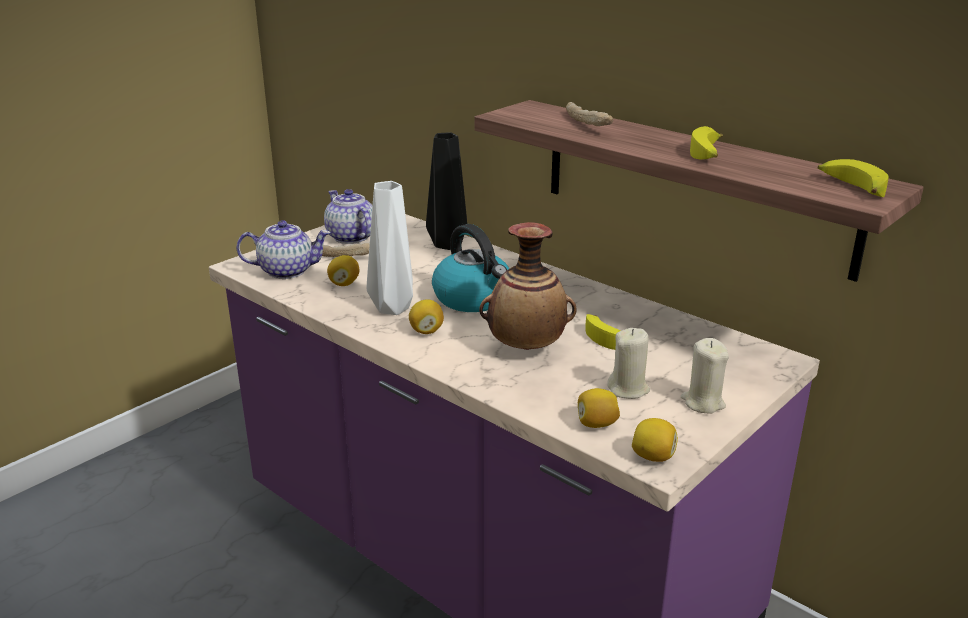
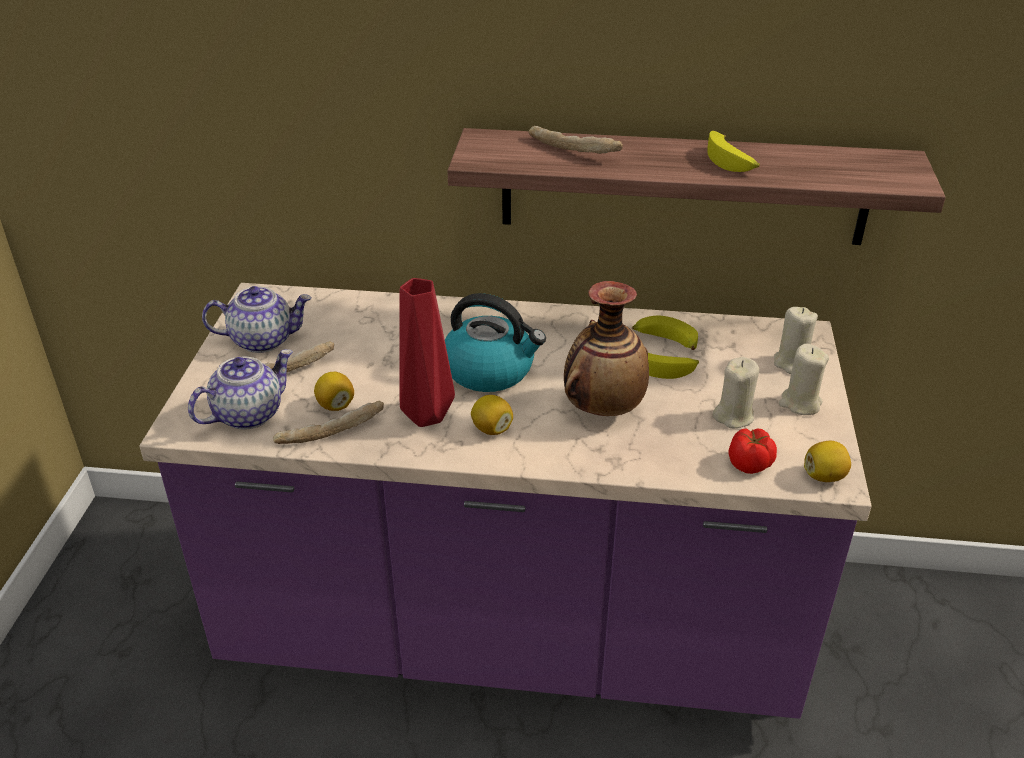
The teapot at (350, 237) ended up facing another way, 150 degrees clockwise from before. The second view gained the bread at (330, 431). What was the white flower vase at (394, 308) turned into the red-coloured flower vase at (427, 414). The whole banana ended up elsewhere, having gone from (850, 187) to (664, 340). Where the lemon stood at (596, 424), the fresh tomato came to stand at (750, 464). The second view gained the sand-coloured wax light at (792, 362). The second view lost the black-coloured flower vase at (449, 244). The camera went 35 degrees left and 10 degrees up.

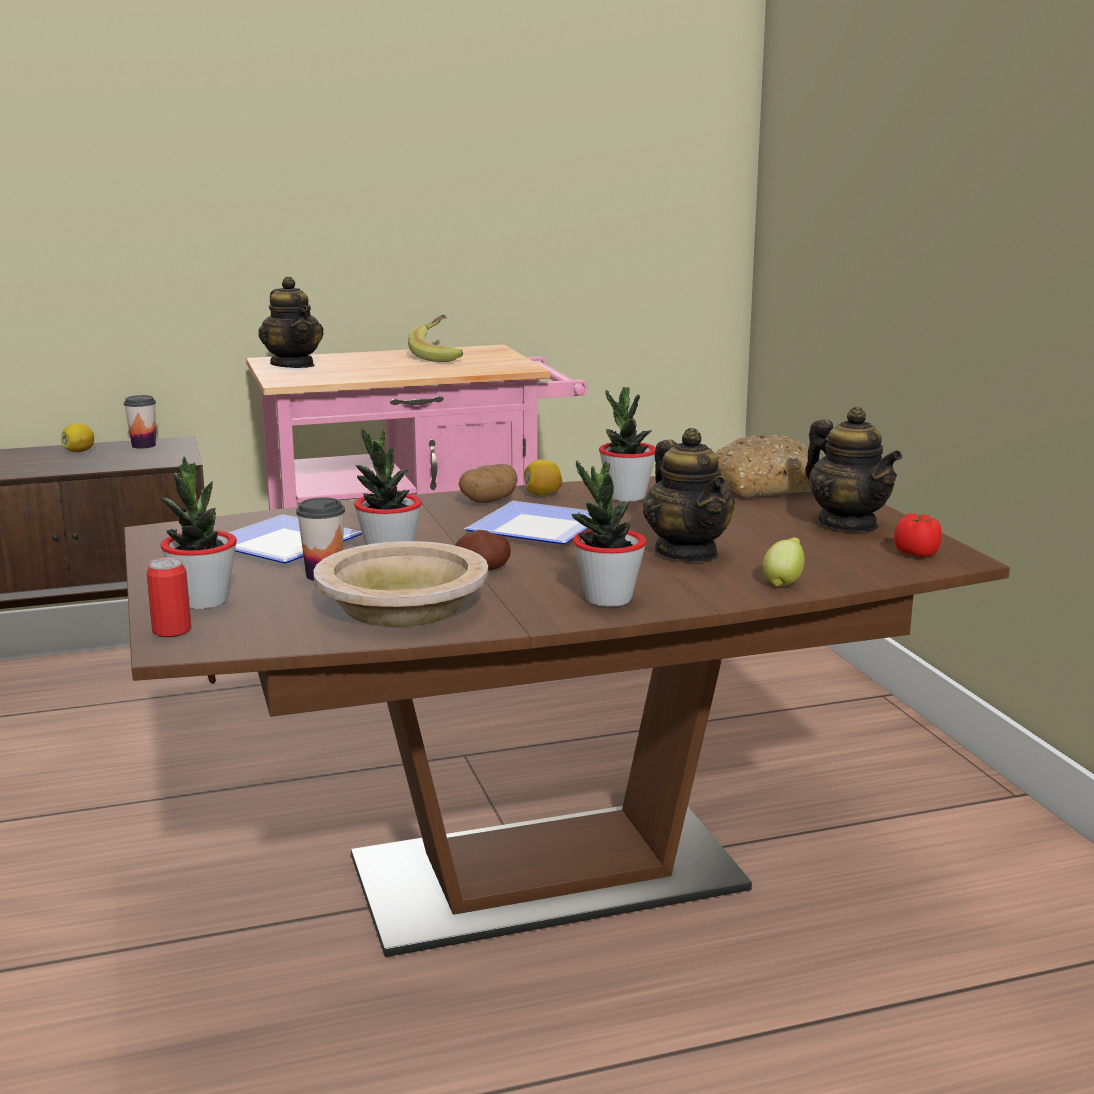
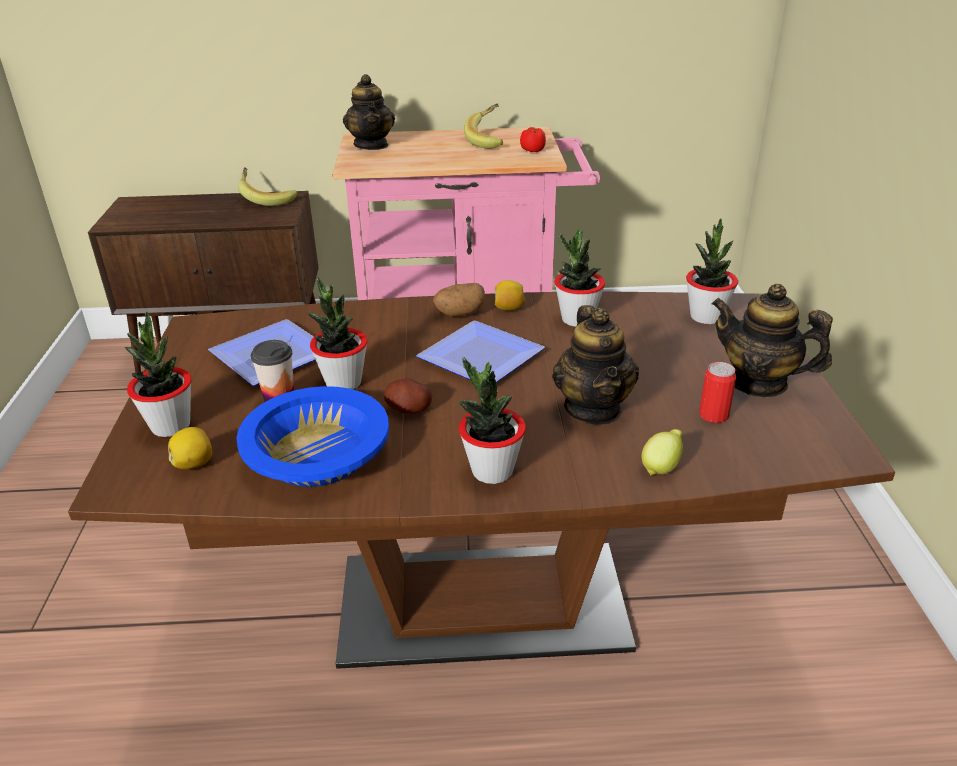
The lemon ended up elsewhere, having gone from (79, 451) to (194, 463). What was the sand-coloured bowl at (402, 605) turned into the bluish bowl at (317, 455). Where the small cup stood at (144, 445), the whole banana came to stand at (267, 199). The fresh tomato ended up elsewhere, having gone from (917, 553) to (533, 150). Where the bread stood at (766, 486), the plant in a pot came to stand at (706, 317). The sealed can ended up elsewhere, having gone from (171, 631) to (713, 415). The teapot at (848, 524) ended up facing another way, 135 degrees clockwise from before. The camera went 15 degrees right and 15 degrees up.

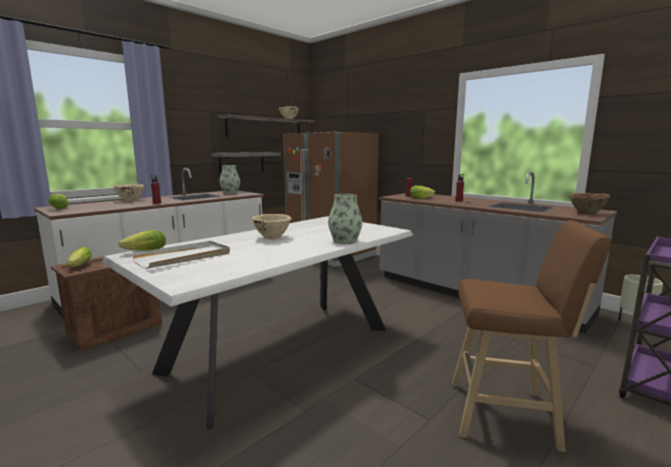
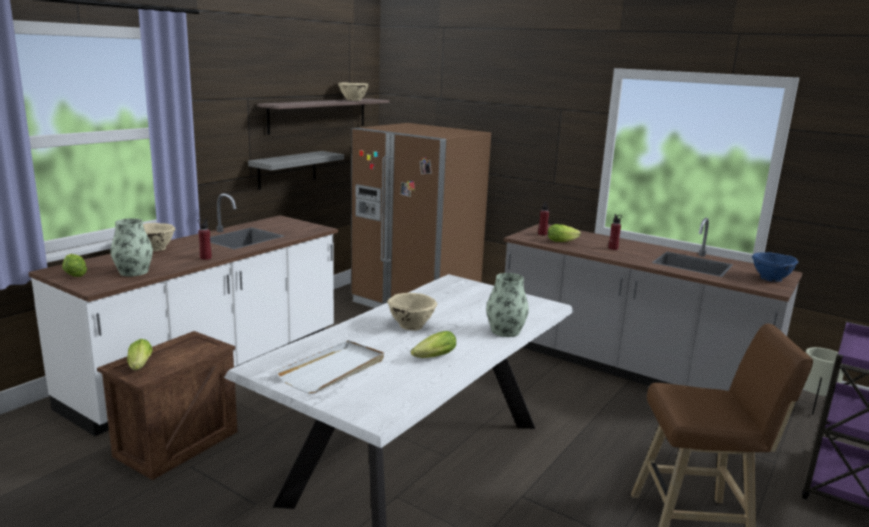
The flower vase ended up elsewhere, having gone from (230, 192) to (133, 272). The lettuce head ended up elsewhere, having gone from (143, 251) to (432, 358). What was the brown-coloured bowl at (586, 213) turned into the bluish bowl at (770, 279). The camera went 10 degrees left and 5 degrees up.

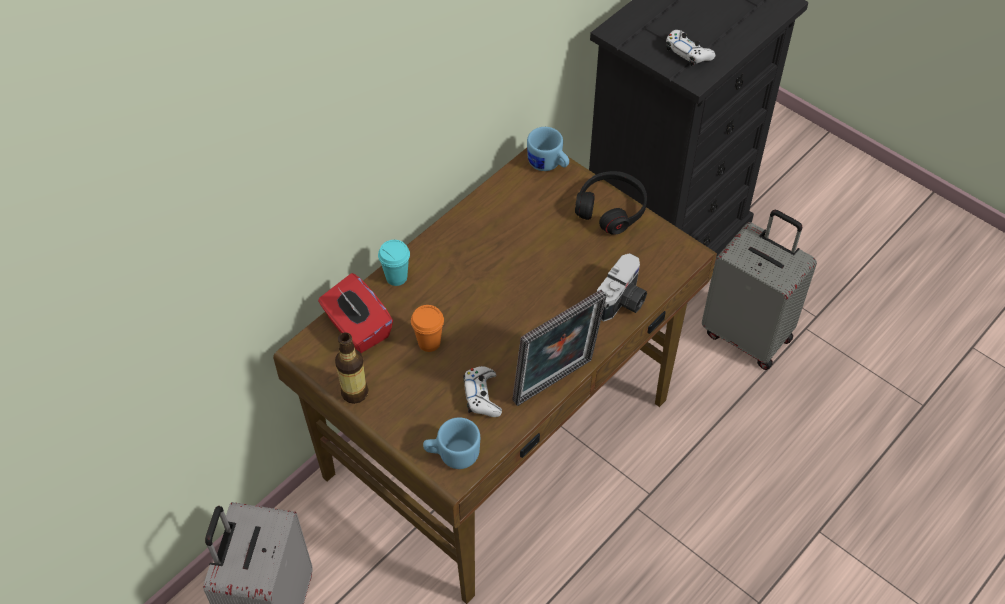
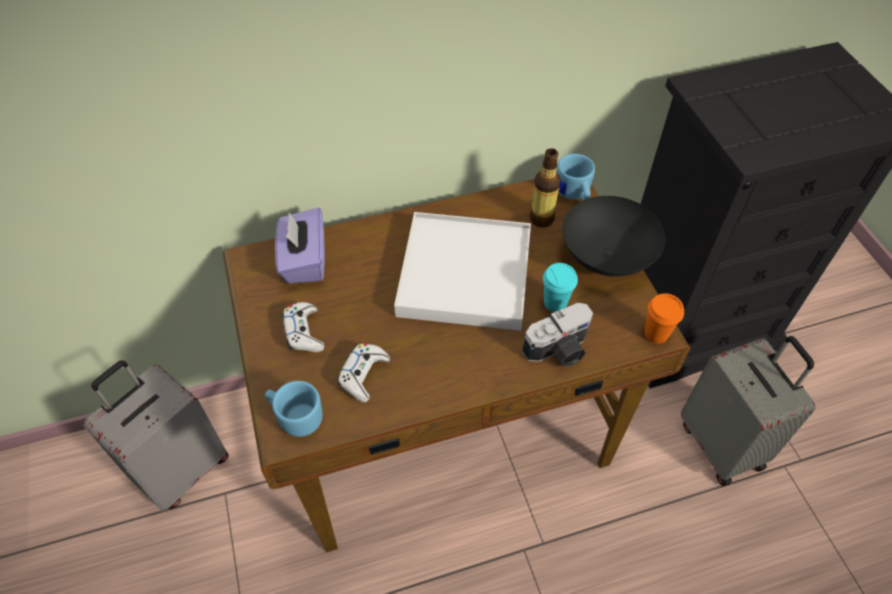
What was the red-coloured box of tissues at (357, 328) turned into the purple box of tissues at (304, 261). The white game controller ended up elsewhere, having gone from (688, 53) to (304, 332). The second view gained the white serving tray at (464, 275). The bottle ended up elsewhere, having gone from (354, 393) to (541, 219). The turquoise small cup ended up elsewhere, having gone from (396, 277) to (555, 303). Where the black-coloured pair of headphones stood at (611, 208), the black-coloured bowl came to stand at (607, 258). The orange small cup ended up elsewhere, having gone from (429, 342) to (656, 334). The second view lost the picture frame at (556, 384). The camera went 30 degrees right and 0 degrees up.

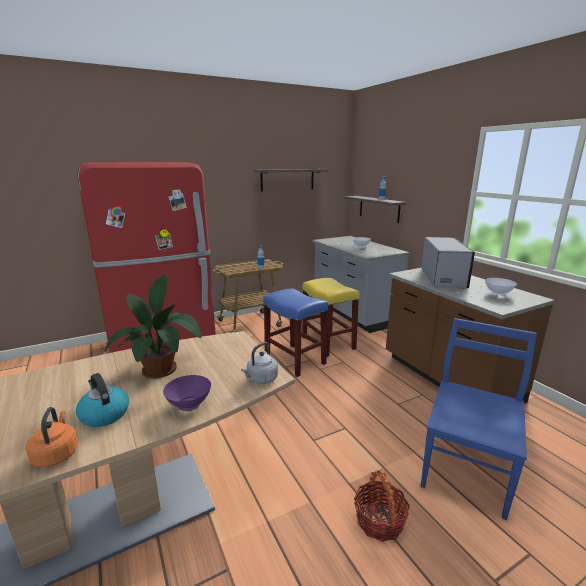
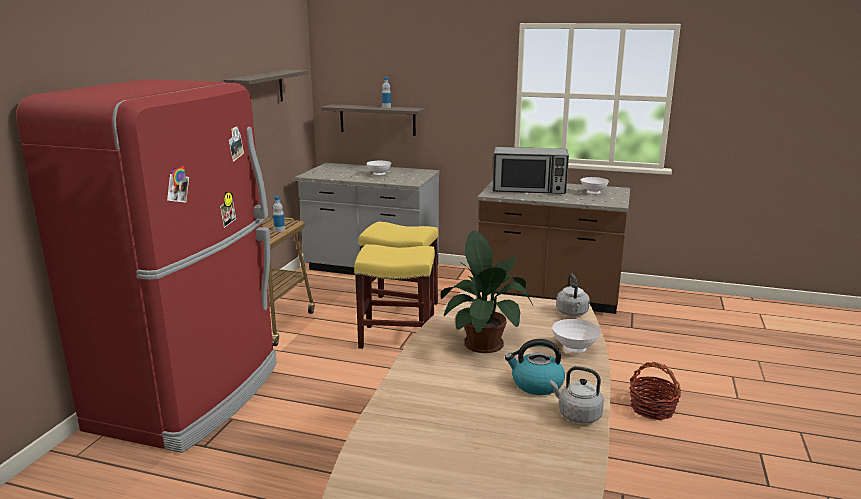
What was the bluish stool seat at (295, 360) turned into the yellow-coloured stool seat at (398, 338). The microwave oven at (443, 278) ended up facing another way, 135 degrees clockwise from before. What was the orange water kettle at (56, 454) turned into the grey water kettle at (577, 415). What was the purple bowl at (190, 406) turned into the white bowl at (575, 349). The second view lost the bluish plain chair at (466, 469). The camera went 45 degrees left and 0 degrees up.

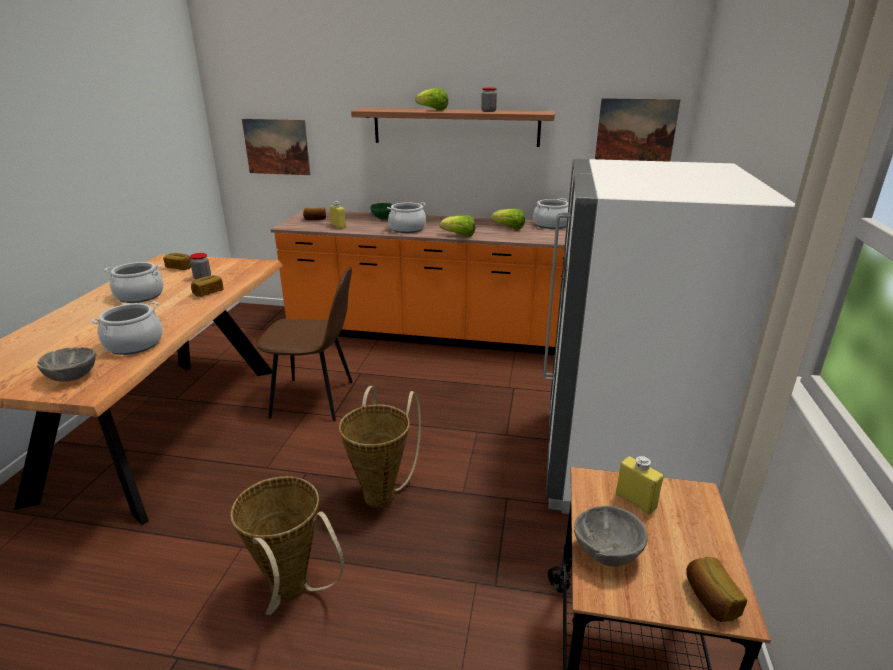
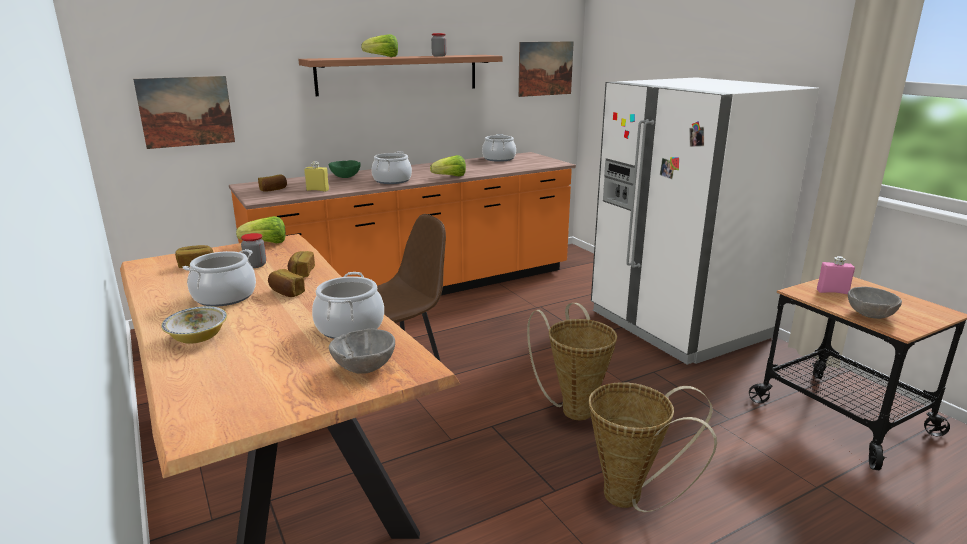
The second view gained the bowl at (198, 338). The lettuce head ended up elsewhere, having gone from (509, 228) to (266, 243). The bread ended up elsewhere, having gone from (709, 599) to (286, 292). What was the yellow-coloured bottle at (635, 501) turned into the pink bottle at (832, 292). The camera went 40 degrees left and 5 degrees down.

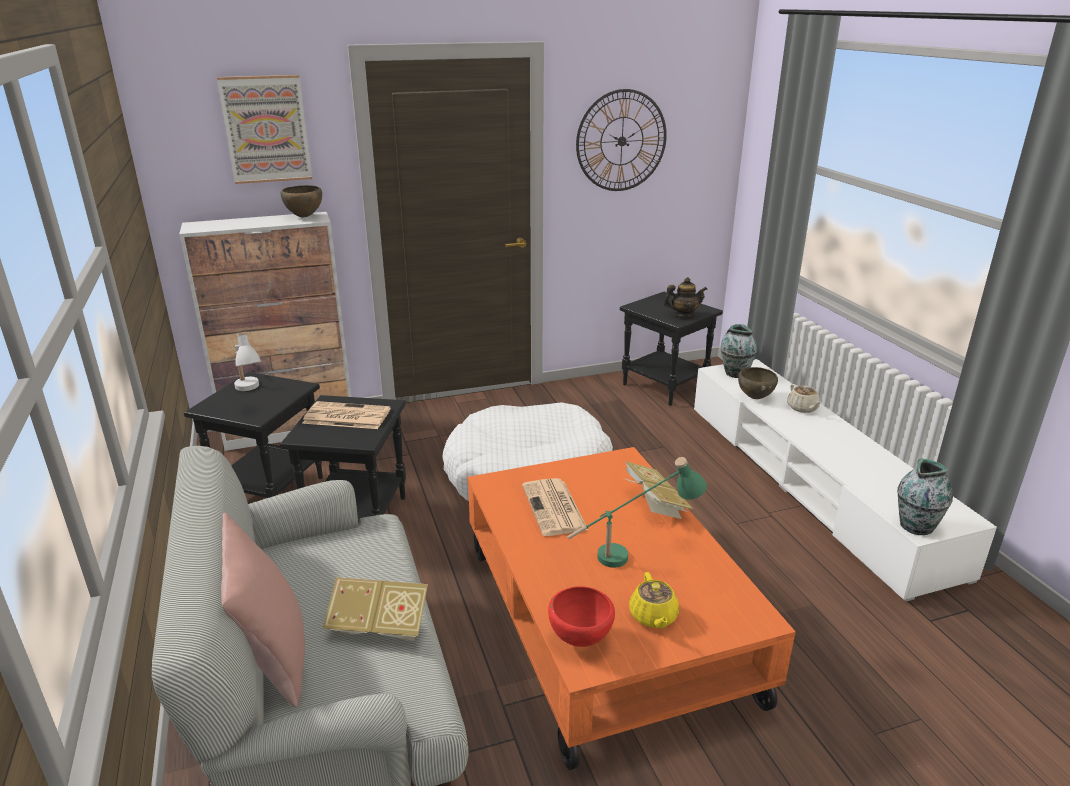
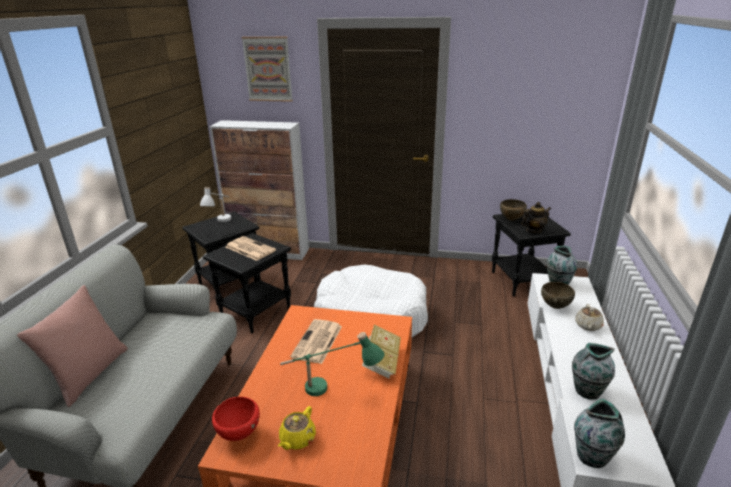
The brown-coloured bowl ended up elsewhere, having gone from (304, 216) to (511, 220). The teapot at (683, 315) ended up facing another way, 45 degrees counterclockwise from before. The second view gained the flower vase at (586, 391). The second view lost the book at (379, 625). The second view lost the clock on the wall at (621, 141). The camera went 30 degrees right and 0 degrees up.

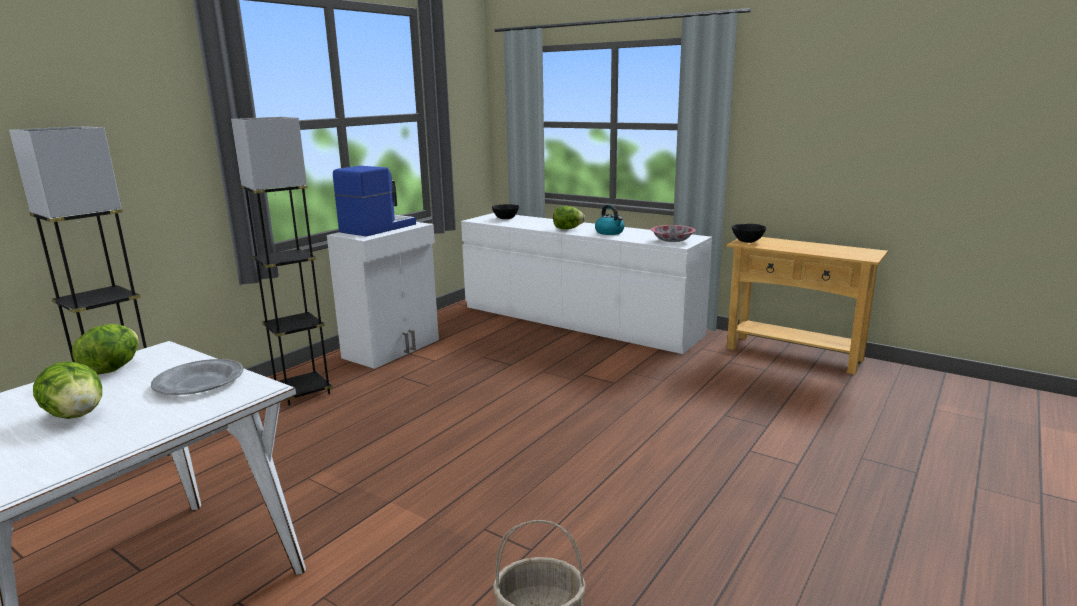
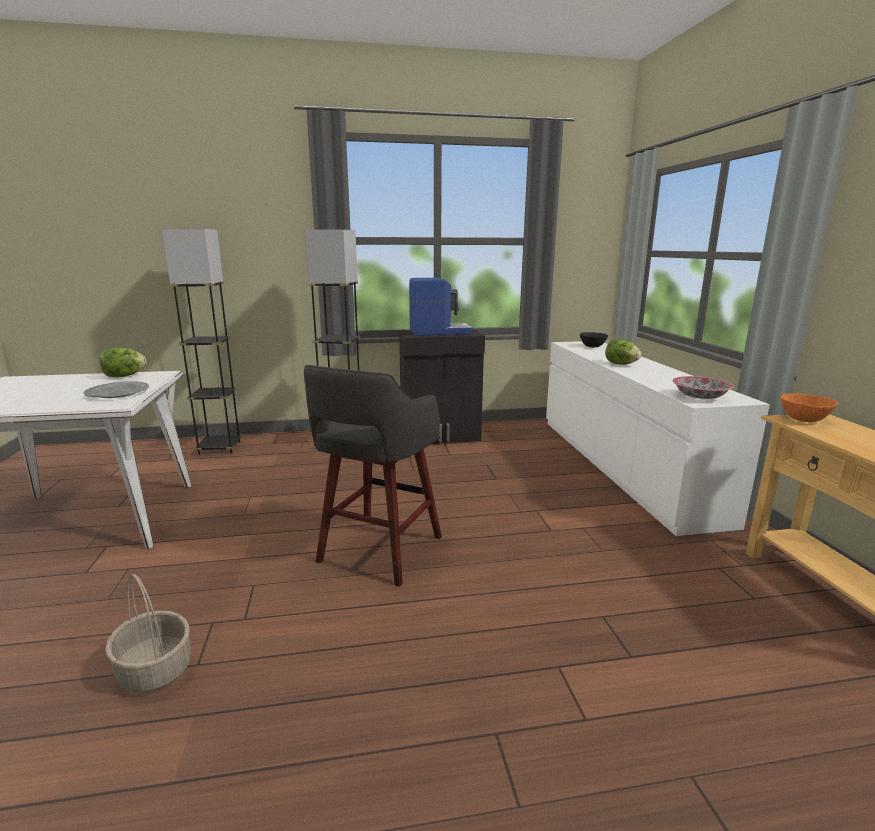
The second view gained the grey stool seat at (378, 551). What was the white storage cabinet at (393, 349) turned into the black-coloured storage cabinet at (441, 436). What was the black-coloured bowl at (747, 241) turned into the orange bowl at (803, 419). The second view lost the lettuce head at (76, 415). The second view lost the water kettle at (610, 232). The camera went 45 degrees right and 0 degrees up.

